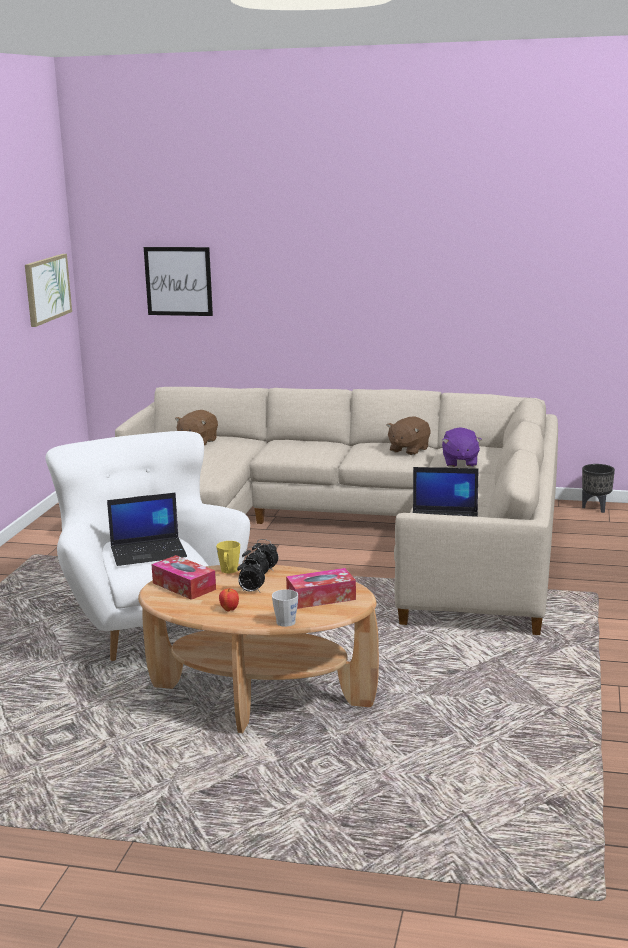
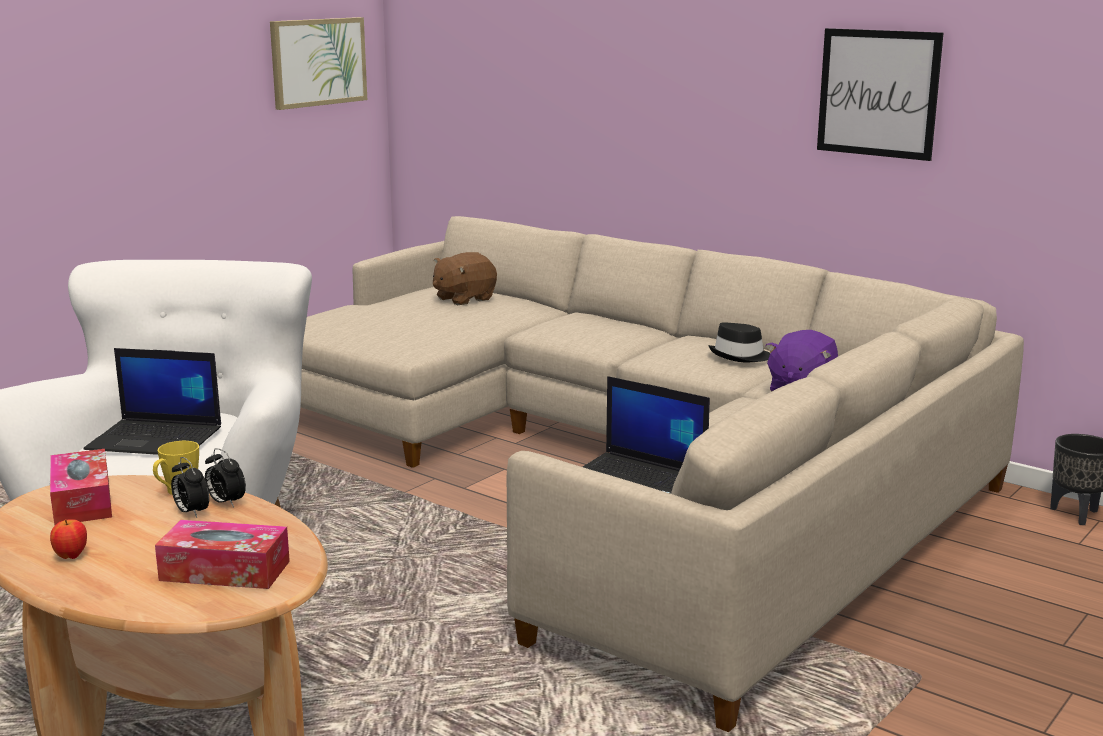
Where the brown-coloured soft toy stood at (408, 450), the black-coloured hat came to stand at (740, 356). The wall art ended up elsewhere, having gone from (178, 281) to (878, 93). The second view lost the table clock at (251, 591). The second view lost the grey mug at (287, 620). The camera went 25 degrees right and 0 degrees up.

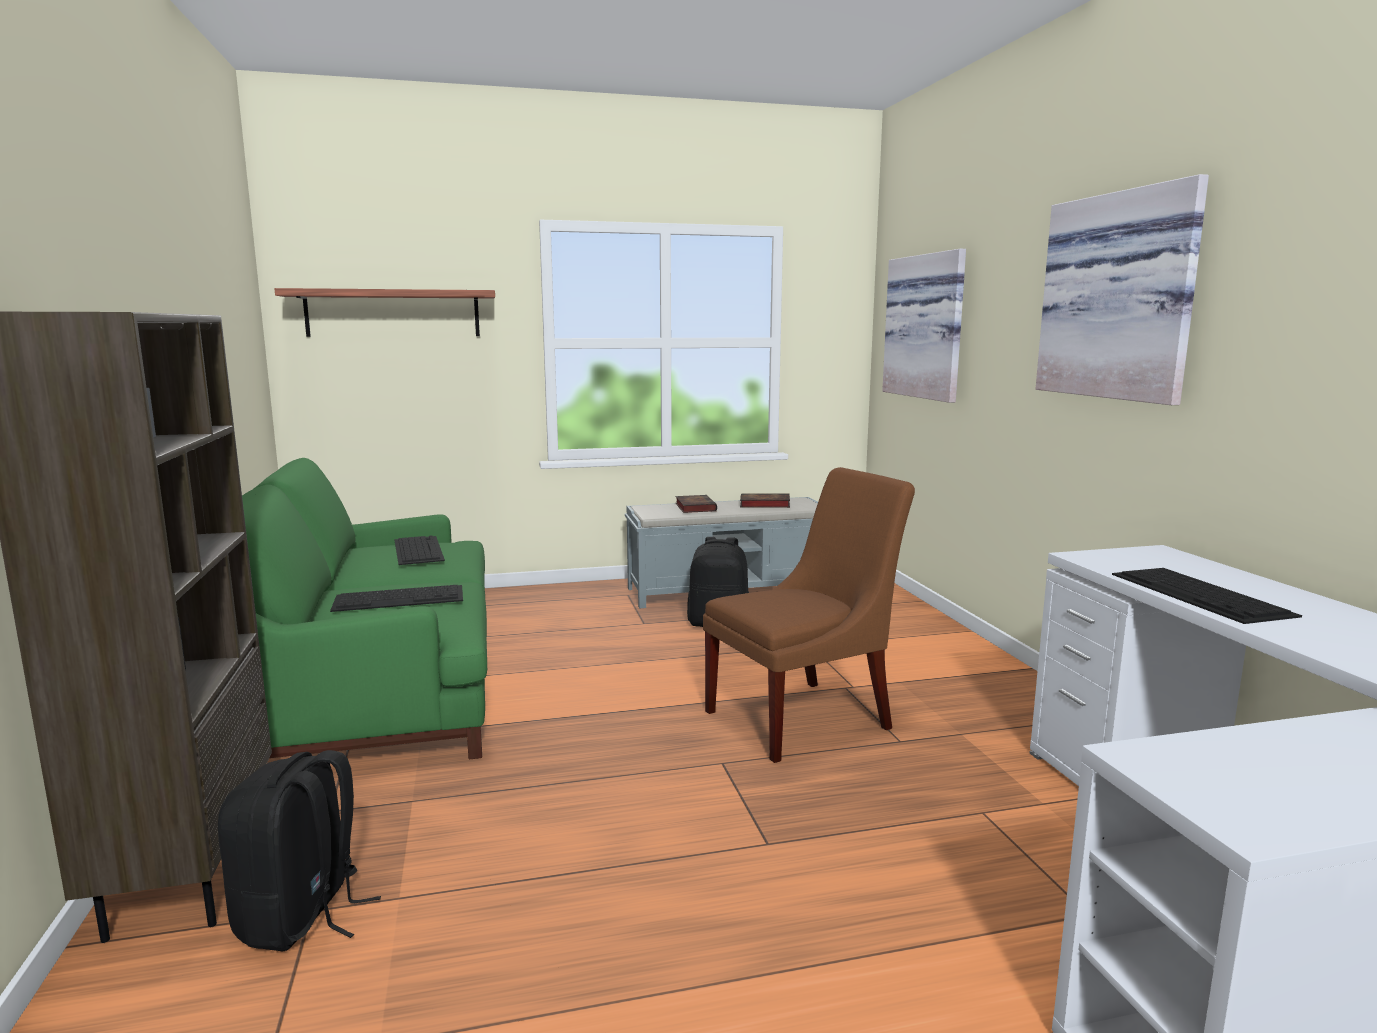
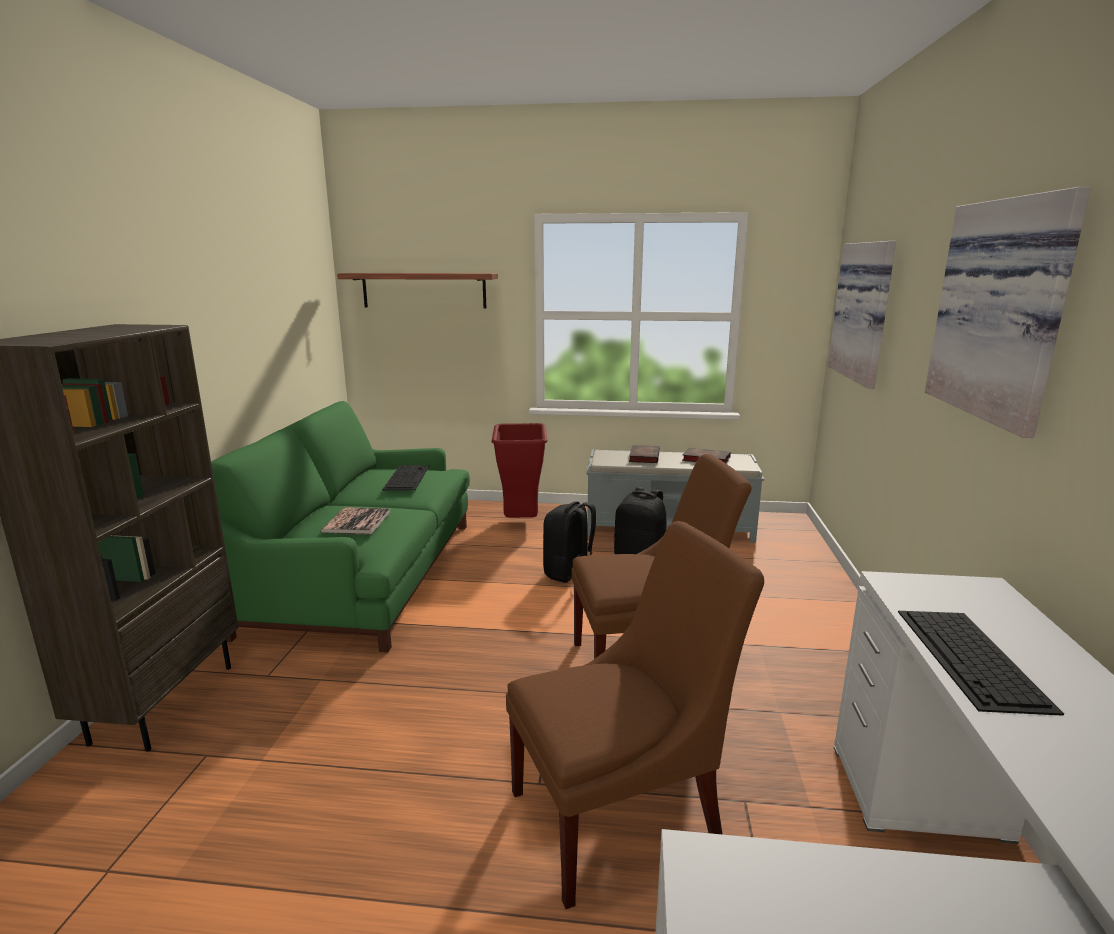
Where the keyboard stood at (400, 598), the book came to stand at (357, 522). The second view gained the red-coloured waste bin at (522, 523). The second view gained the brown-coloured plain chair at (622, 816). The black-coloured knapsack ended up elsewhere, having gone from (302, 916) to (569, 573). The camera went 20 degrees right and 5 degrees up.

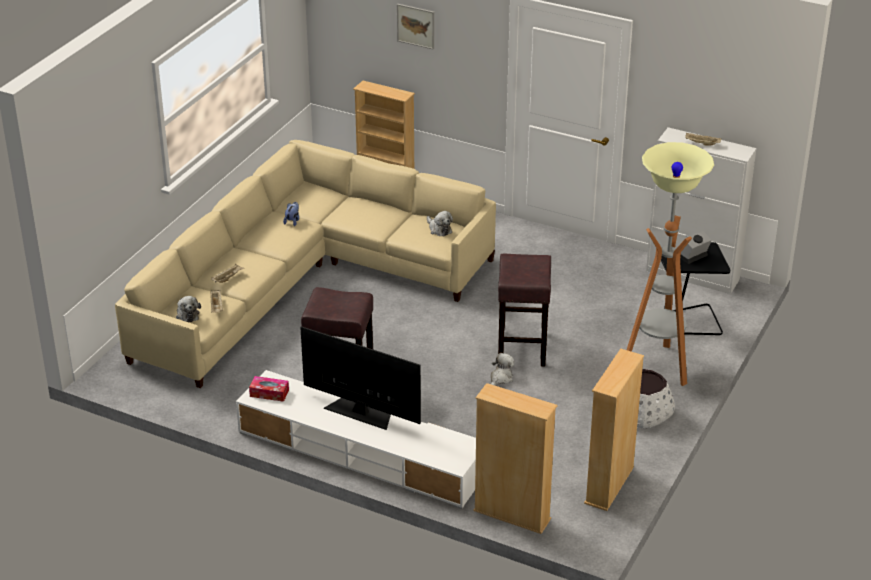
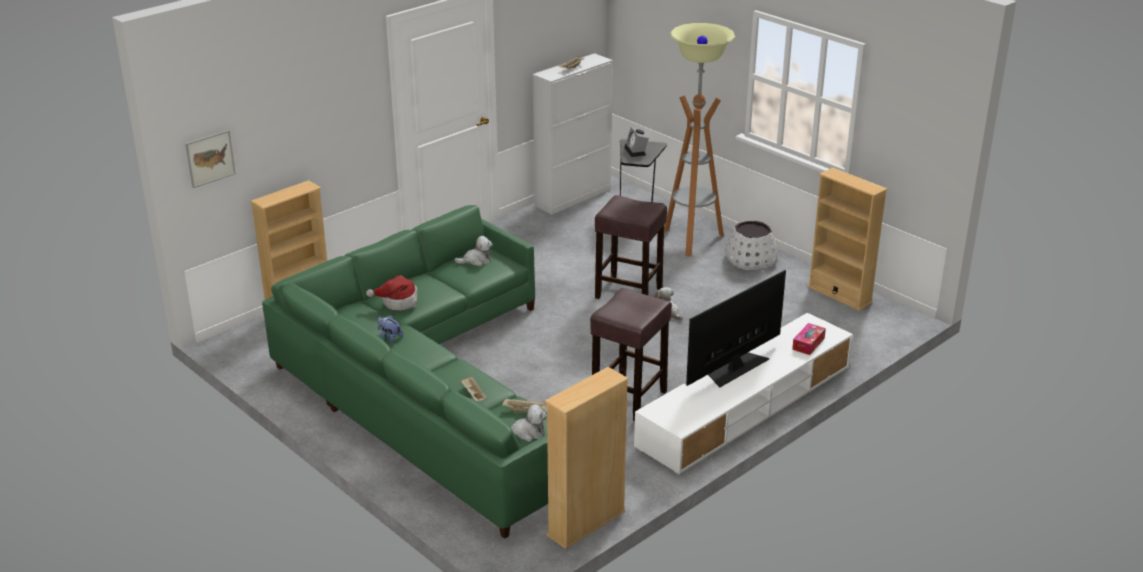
The wall art ended up elsewhere, having gone from (415, 26) to (210, 158). What was the sand-coloured sofa at (303, 281) turned into the green-coloured sofa at (429, 389). The second view gained the hat at (398, 302). The sand-coloured bookcase ended up elsewhere, having gone from (512, 515) to (586, 524). The box of tissues ended up elsewhere, having gone from (269, 393) to (808, 344). The camera went 70 degrees left and 5 degrees down.

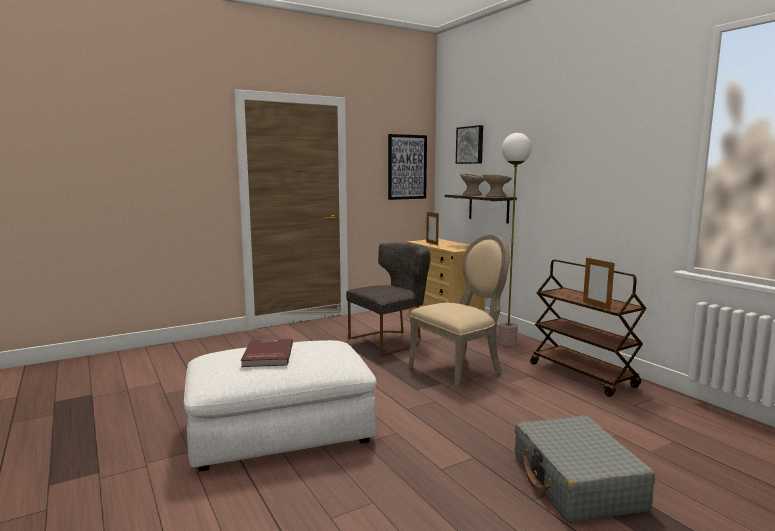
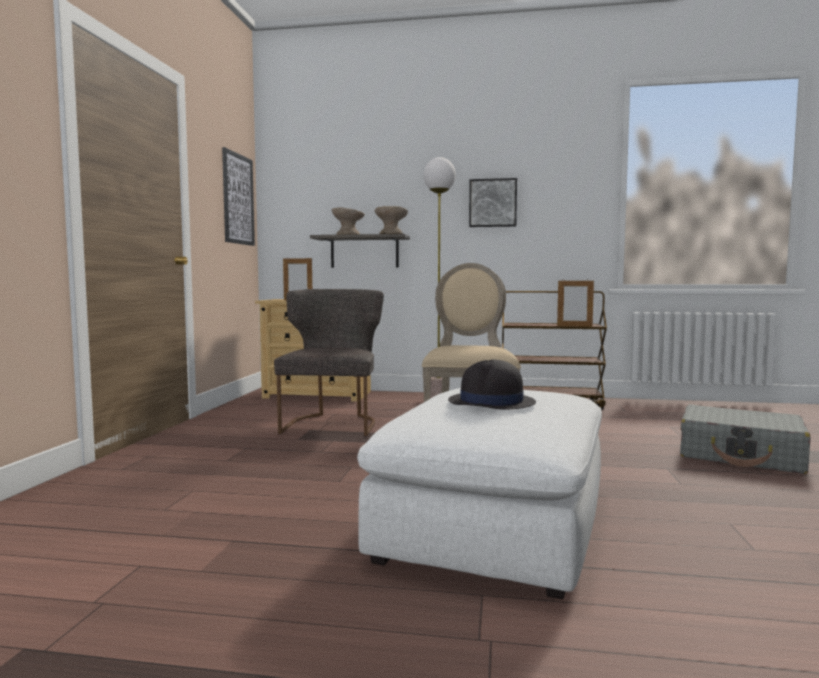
Where the red-coloured book stood at (267, 355), the black-coloured hat came to stand at (491, 403). The wall art ended up elsewhere, having gone from (470, 145) to (493, 203). The camera went 50 degrees left and 5 degrees down.

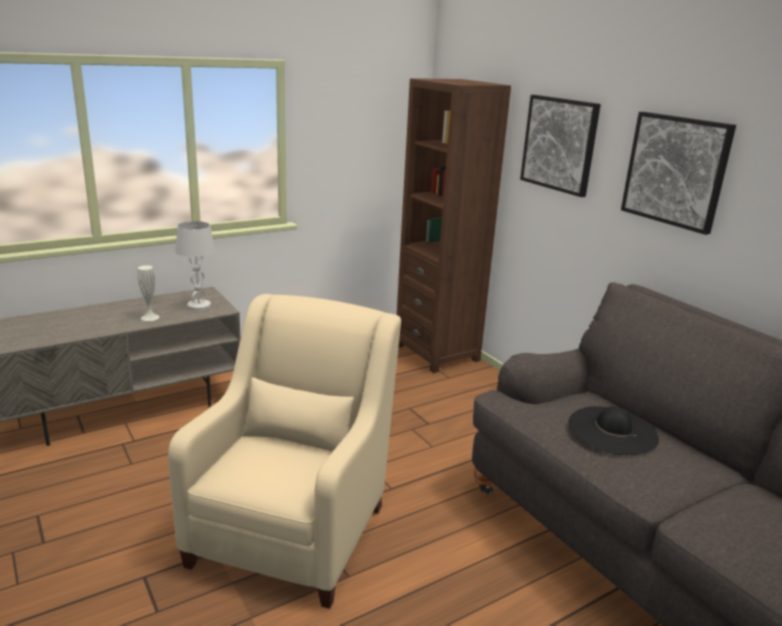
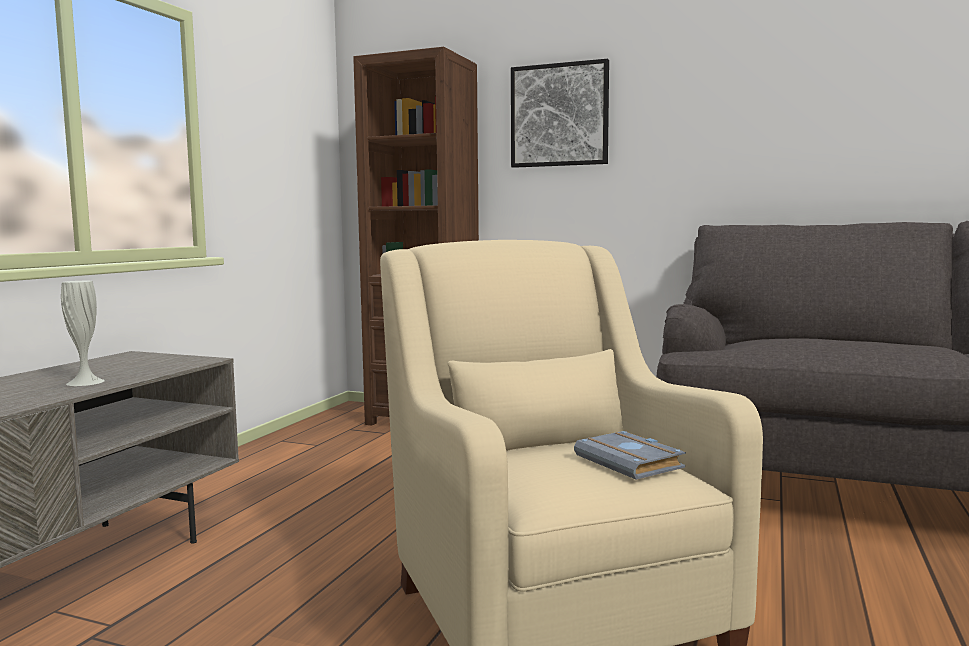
The second view gained the grey book at (632, 463). The second view lost the white tabletop lamp at (199, 306). The second view lost the black-coloured hat at (612, 430). The second view lost the wall art at (675, 171). The camera went 35 degrees left and 15 degrees down.

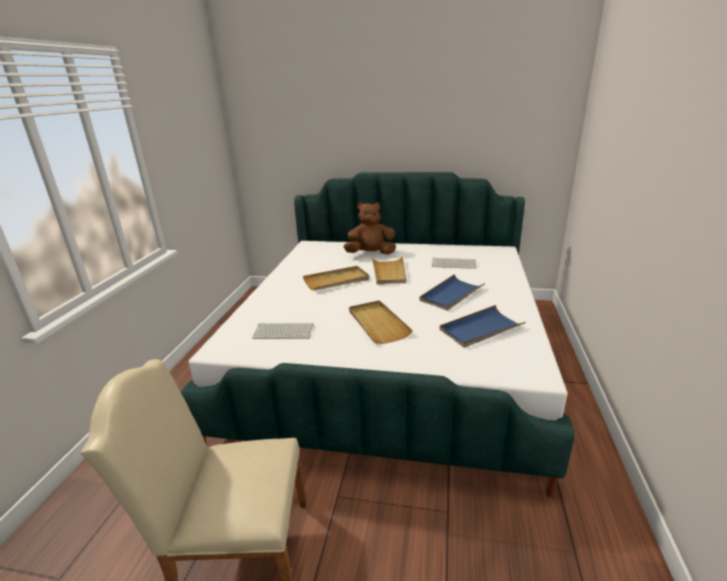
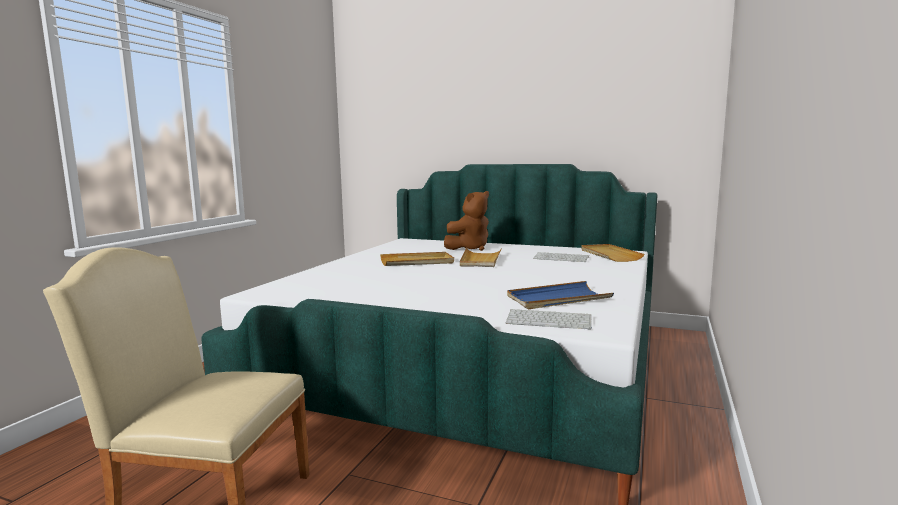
The brown-coloured soft toy at (370, 254) ended up facing another way, 135 degrees clockwise from before. The keyboard ended up elsewhere, having gone from (284, 331) to (550, 320). The sand-coloured serving tray ended up elsewhere, having gone from (377, 323) to (609, 255). The second view lost the bluish serving tray at (451, 294). The camera went 10 degrees right and 15 degrees down.

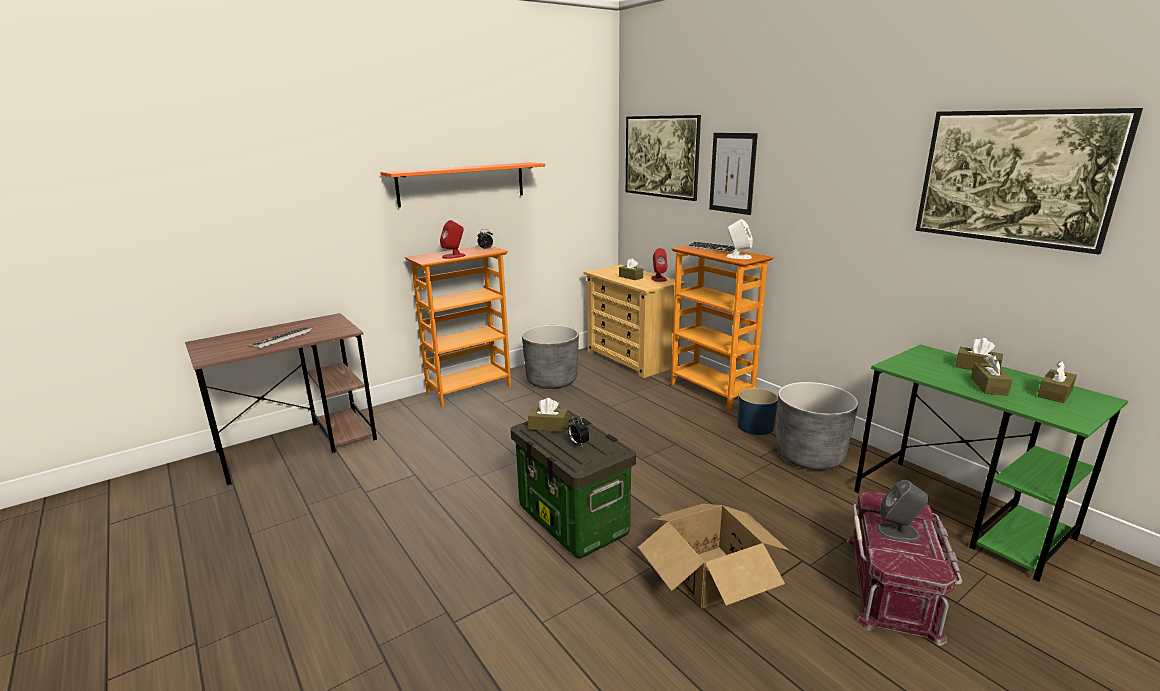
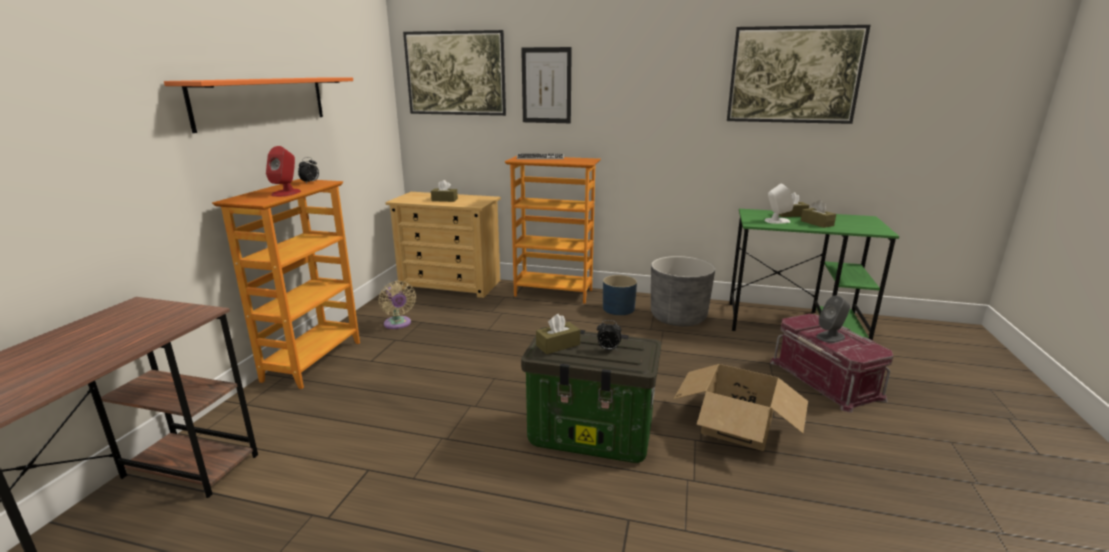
Where the grey plant pot stood at (552, 380), the sand-coloured electric fan came to stand at (398, 324). The white loudspeaker ended up elsewhere, having gone from (738, 257) to (776, 221). The second view lost the keyboard at (281, 338). The second view lost the red-coloured loudspeaker at (658, 279). The second view lost the brown-coloured box of tissues at (1054, 393). The camera went 40 degrees left and 0 degrees up.

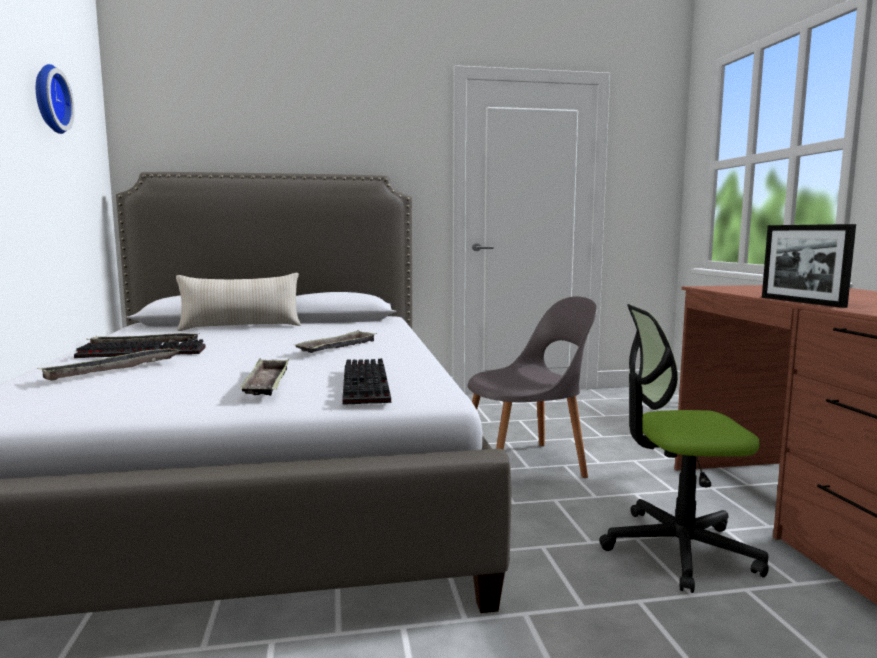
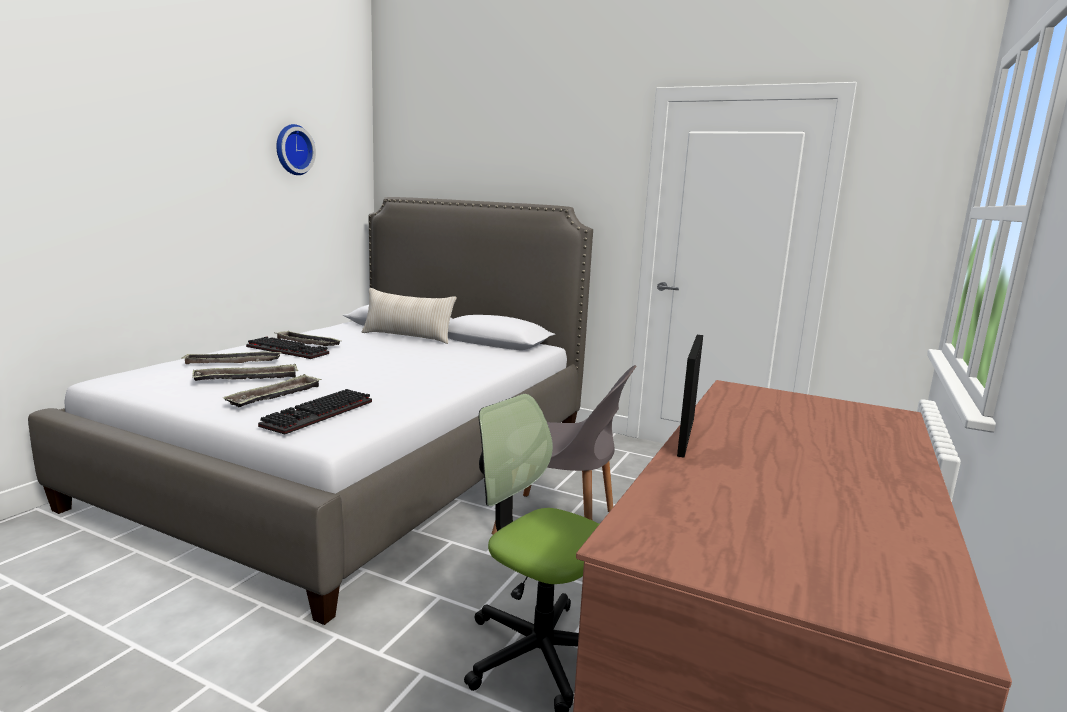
The serving tray ended up elsewhere, having gone from (338, 347) to (247, 378). The camera went 35 degrees right and 5 degrees up.

